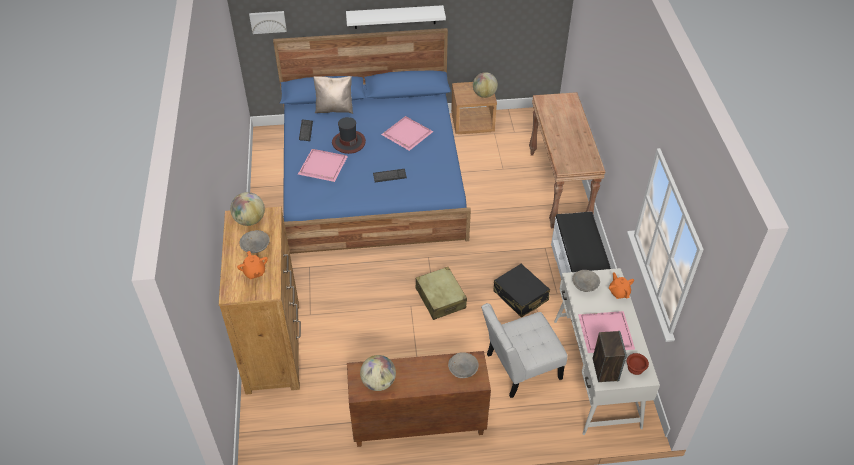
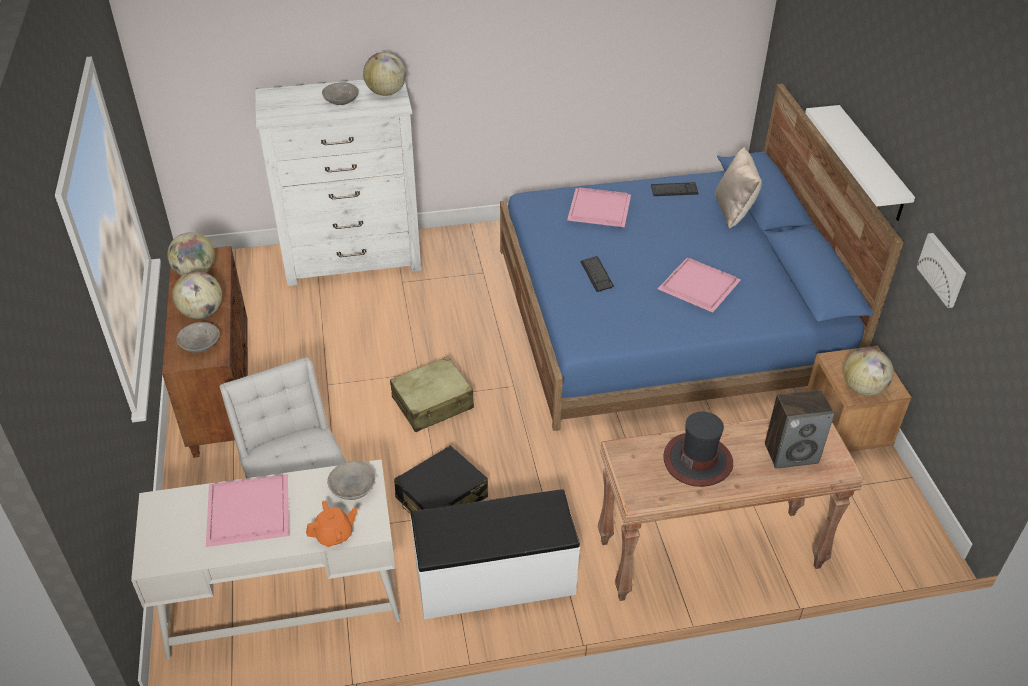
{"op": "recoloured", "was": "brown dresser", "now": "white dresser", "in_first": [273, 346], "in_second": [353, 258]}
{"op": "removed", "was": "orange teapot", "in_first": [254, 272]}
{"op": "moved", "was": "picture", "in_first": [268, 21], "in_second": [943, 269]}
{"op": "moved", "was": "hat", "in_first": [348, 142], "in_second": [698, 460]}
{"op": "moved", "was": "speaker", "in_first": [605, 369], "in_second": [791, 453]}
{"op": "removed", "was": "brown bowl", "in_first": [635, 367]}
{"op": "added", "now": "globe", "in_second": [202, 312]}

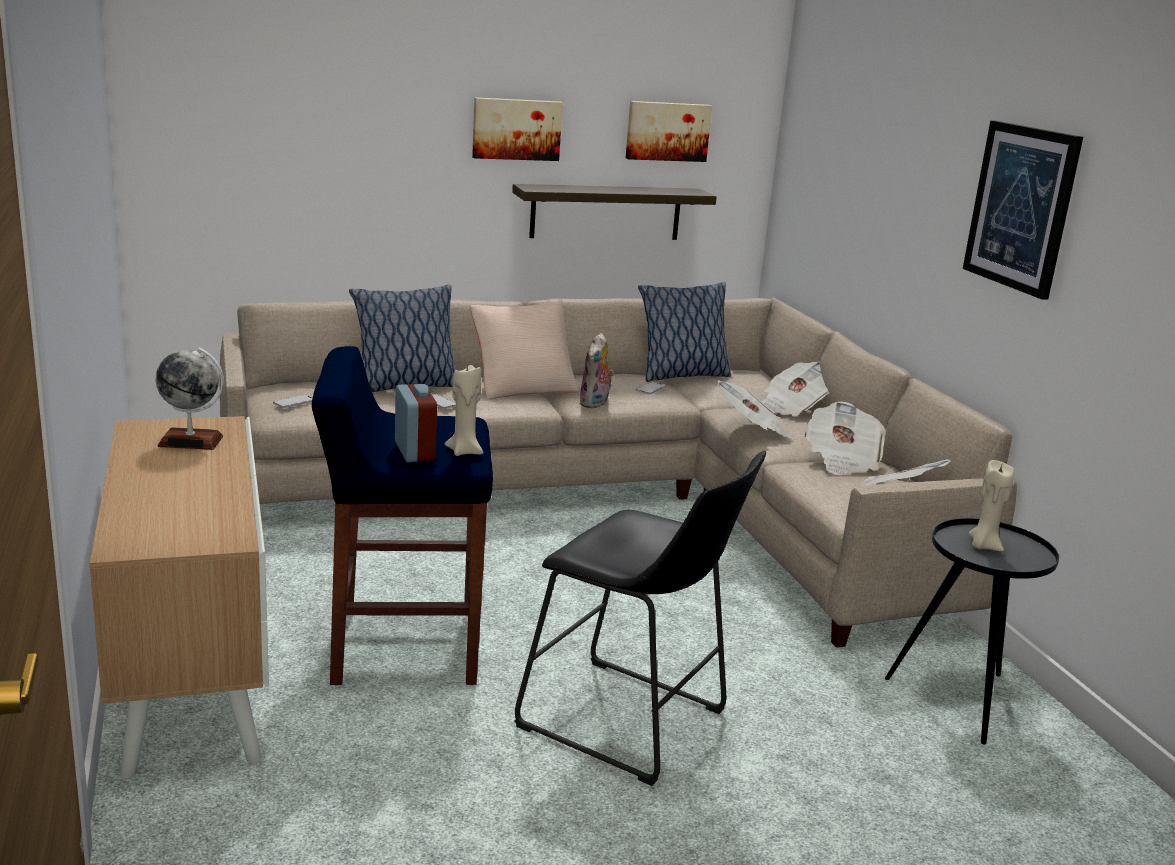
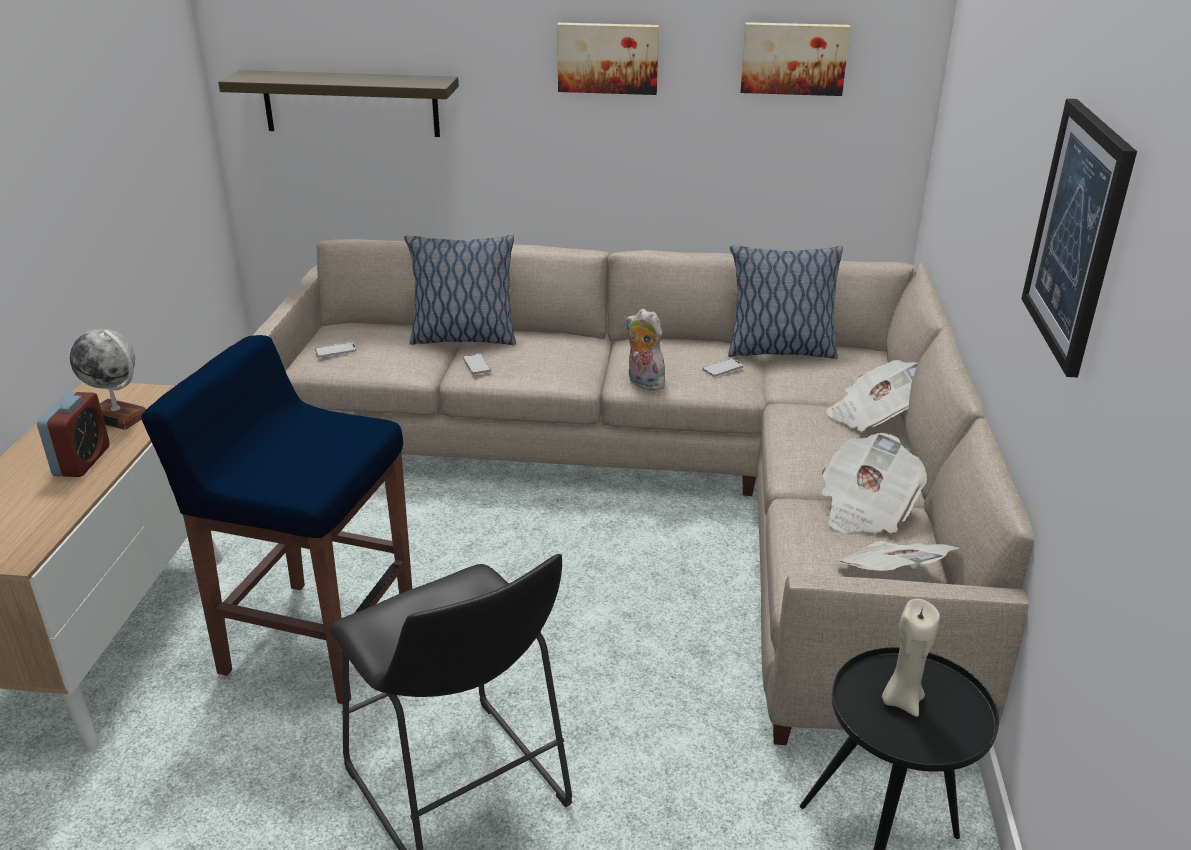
{"op": "moved", "was": "alarm clock", "in_first": [414, 452], "in_second": [82, 461]}
{"op": "removed", "was": "beige candle", "in_first": [464, 451]}
{"op": "removed", "was": "beige pillow", "in_first": [523, 387]}
{"op": "moved", "was": "shelf", "in_first": [606, 212], "in_second": [351, 103]}
{"op": "turned", "was": "plush toy", "in_first": [595, 404], "in_second": [643, 383], "clockwise": 90}
{"op": "removed", "was": "newspaper", "in_first": [752, 429]}

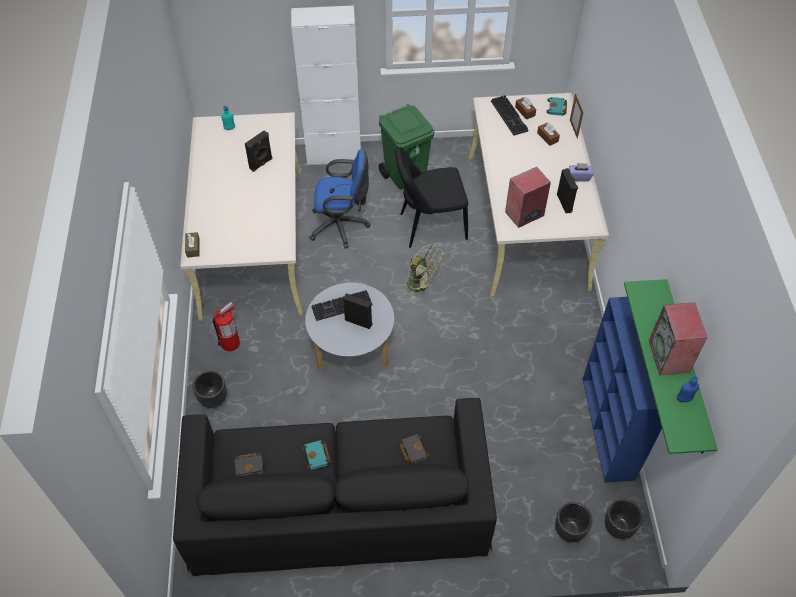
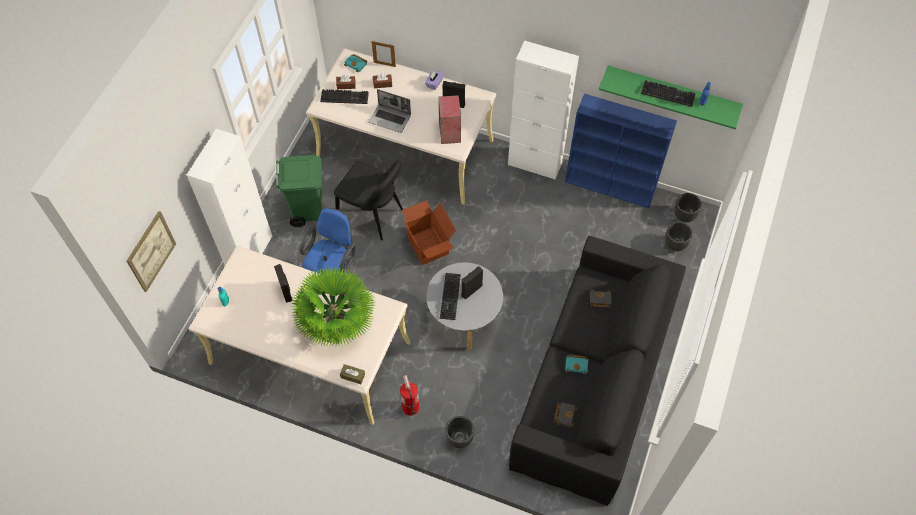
{"op": "turned", "was": "black chair", "in_first": [429, 226], "in_second": [373, 215], "clockwise": -75}
{"op": "replaced", "was": "green fan", "now": "cardboard box", "in_first": [422, 285], "in_second": [429, 245]}
{"op": "replaced", "was": "speaker", "now": "keyboard", "in_first": [669, 357], "in_second": [669, 94]}
{"op": "added", "now": "picture", "in_second": [151, 251]}
{"op": "added", "now": "potted plant", "in_second": [337, 324]}
{"op": "added", "now": "laptop", "in_second": [390, 119]}
{"op": "added", "now": "white cabinet", "in_second": [535, 164]}

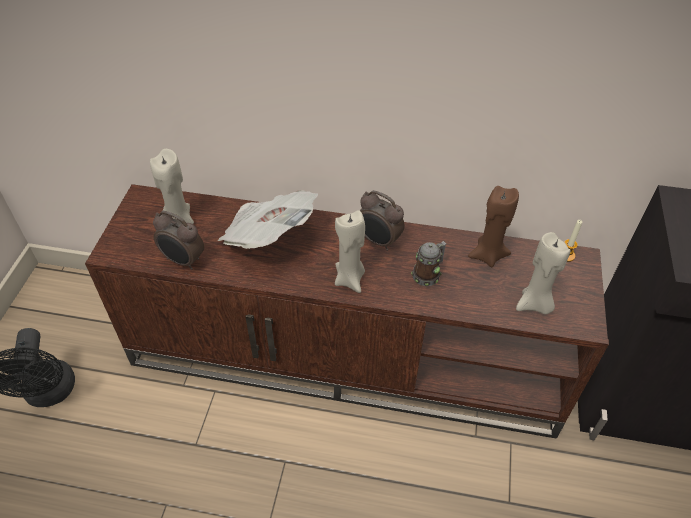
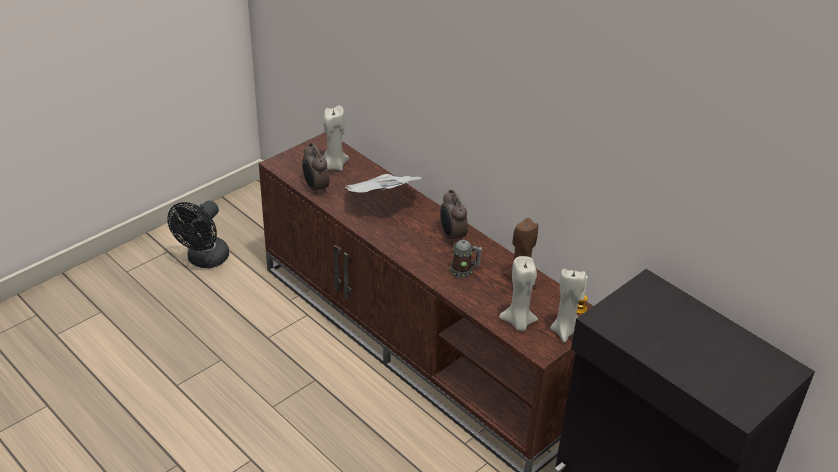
{"op": "moved", "was": "beige candle", "in_first": [350, 279], "in_second": [565, 331]}

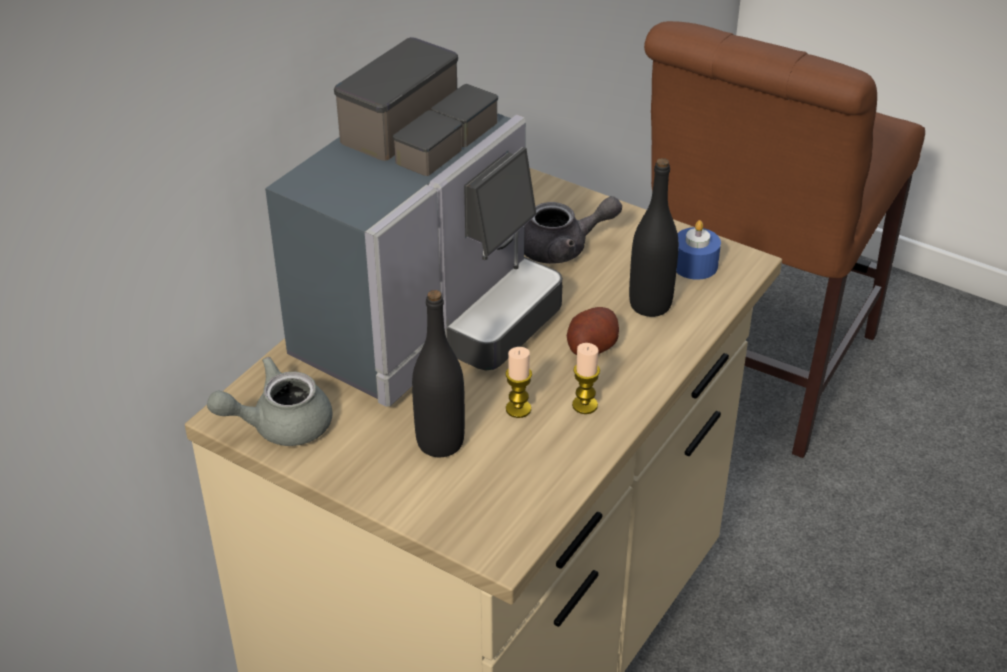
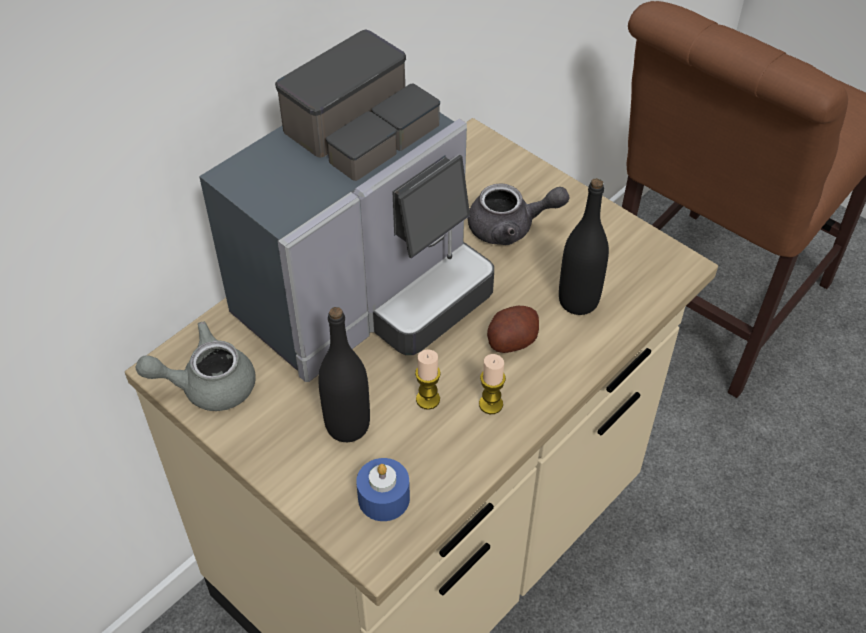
{"op": "moved", "was": "blue candle", "in_first": [694, 265], "in_second": [384, 498]}

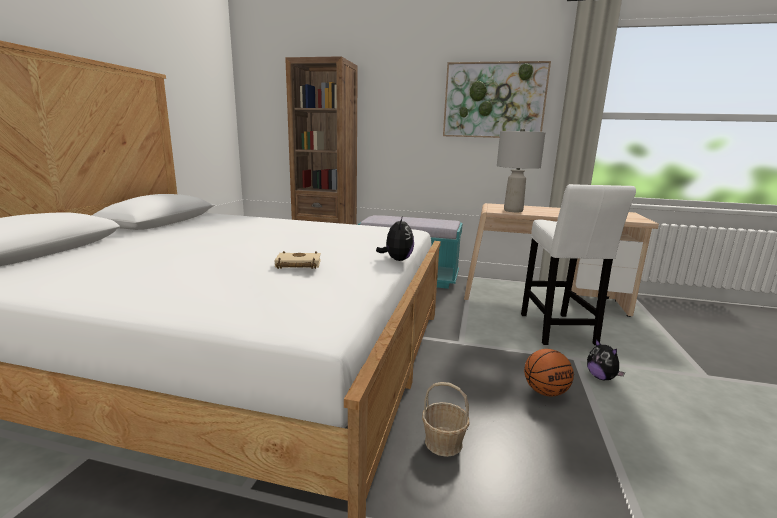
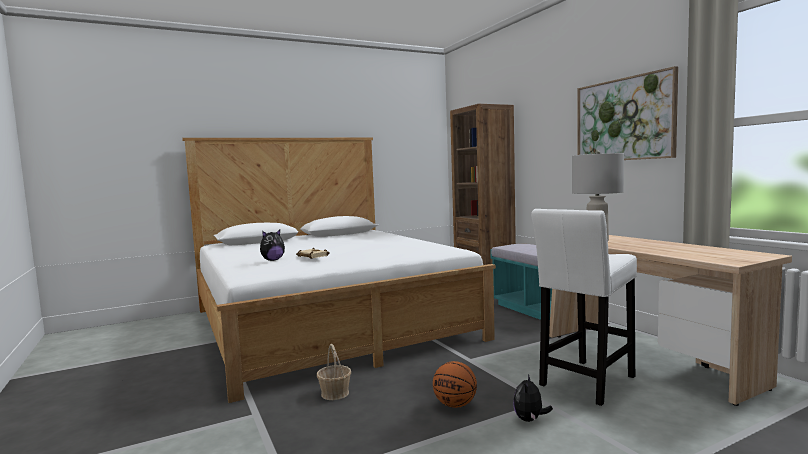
{"op": "moved", "was": "plush toy", "in_first": [397, 260], "in_second": [272, 260]}

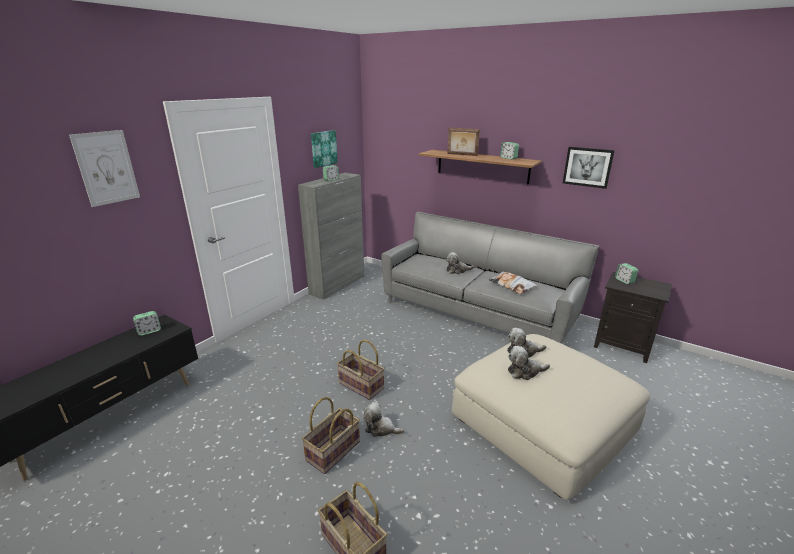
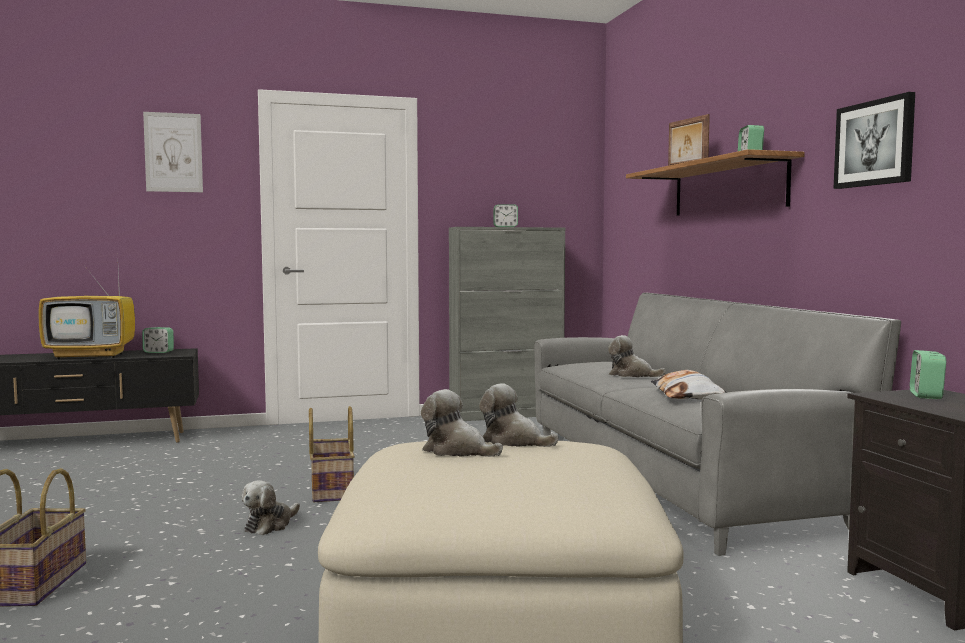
{"op": "removed", "was": "basket", "in_first": [333, 451]}
{"op": "removed", "was": "picture", "in_first": [323, 148]}
{"op": "turned", "was": "plush toy", "in_first": [380, 428], "in_second": [270, 525], "clockwise": -120}
{"op": "added", "now": "television", "in_second": [92, 356]}

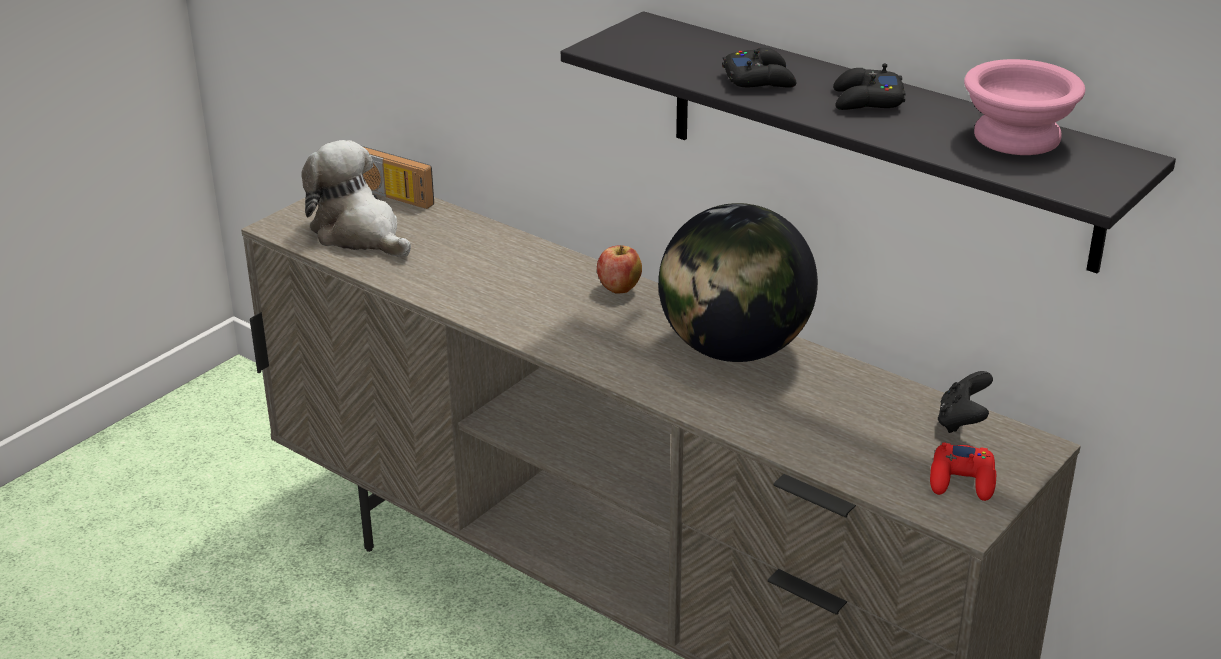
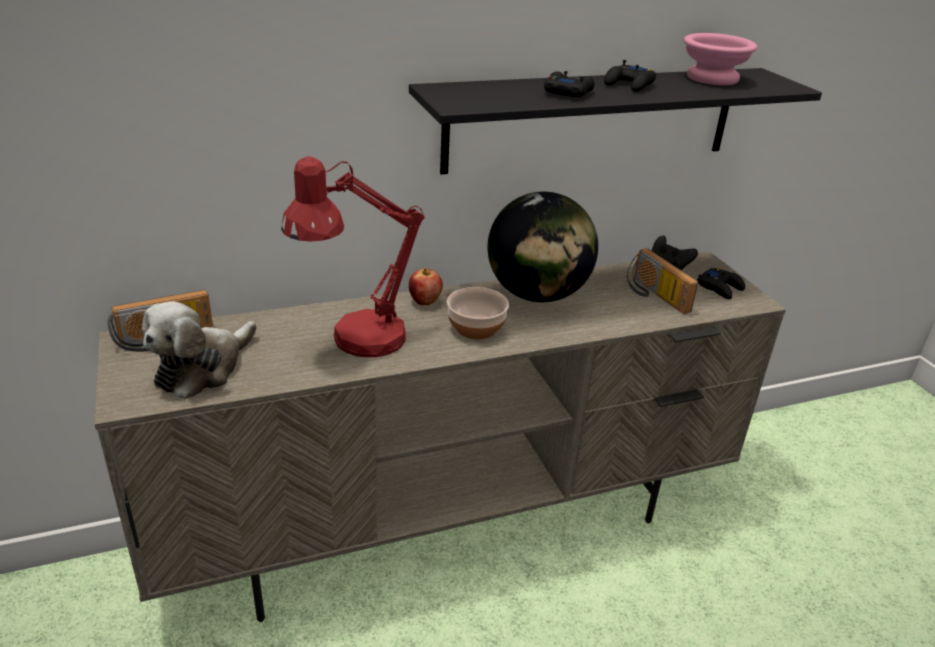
{"op": "turned", "was": "plush toy", "in_first": [359, 234], "in_second": [202, 368], "clockwise": -45}
{"op": "recoloured", "was": "red game controller", "now": "black game controller", "in_first": [962, 480], "in_second": [720, 288]}
{"op": "added", "now": "red table lamp", "in_second": [355, 342]}
{"op": "added", "now": "bowl", "in_second": [476, 328]}
{"op": "added", "now": "radio", "in_second": [653, 295]}

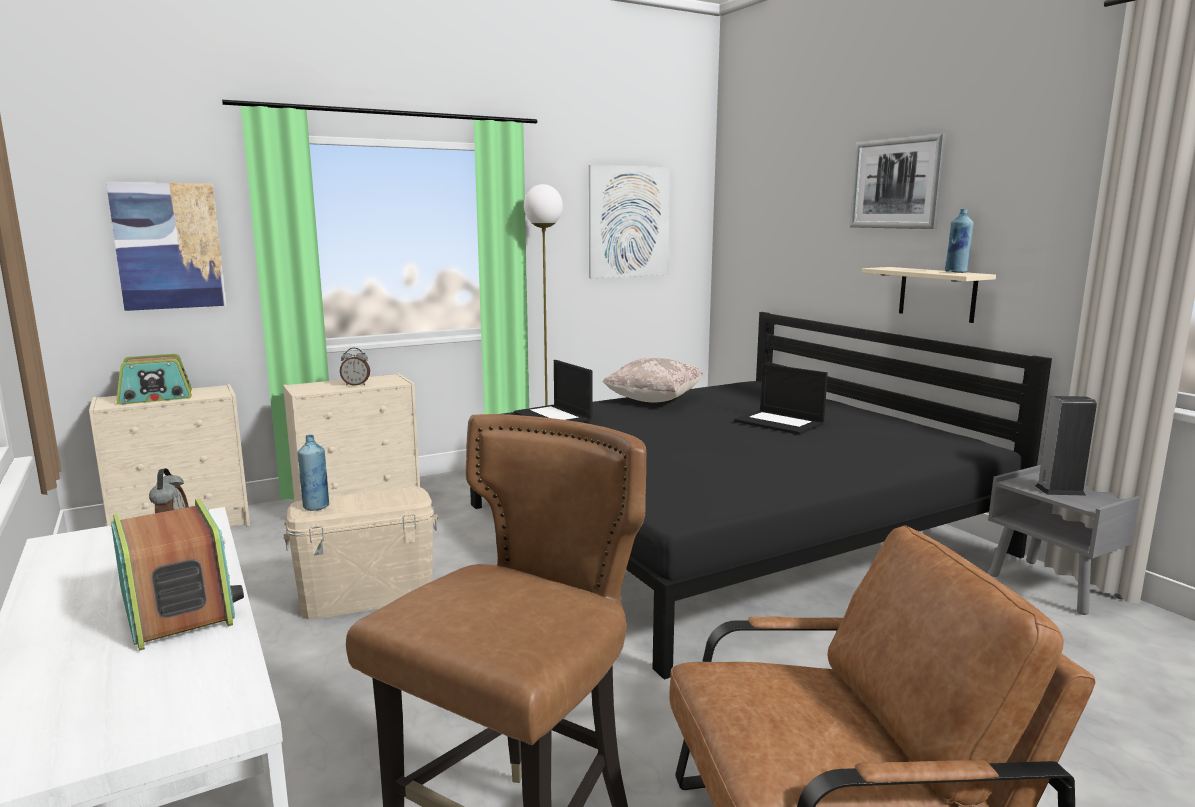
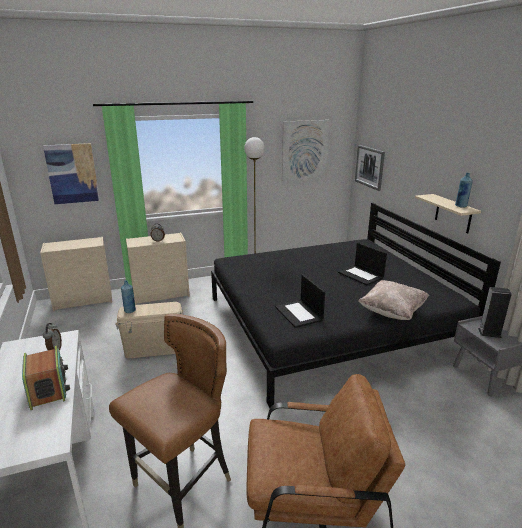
{"op": "removed", "was": "radio", "in_first": [156, 398]}
{"op": "moved", "was": "laptop", "in_first": [554, 417], "in_second": [299, 314]}
{"op": "moved", "was": "beige pillow", "in_first": [654, 400], "in_second": [392, 312]}
{"op": "moved", "was": "picture", "in_first": [896, 183], "in_second": [369, 167]}

